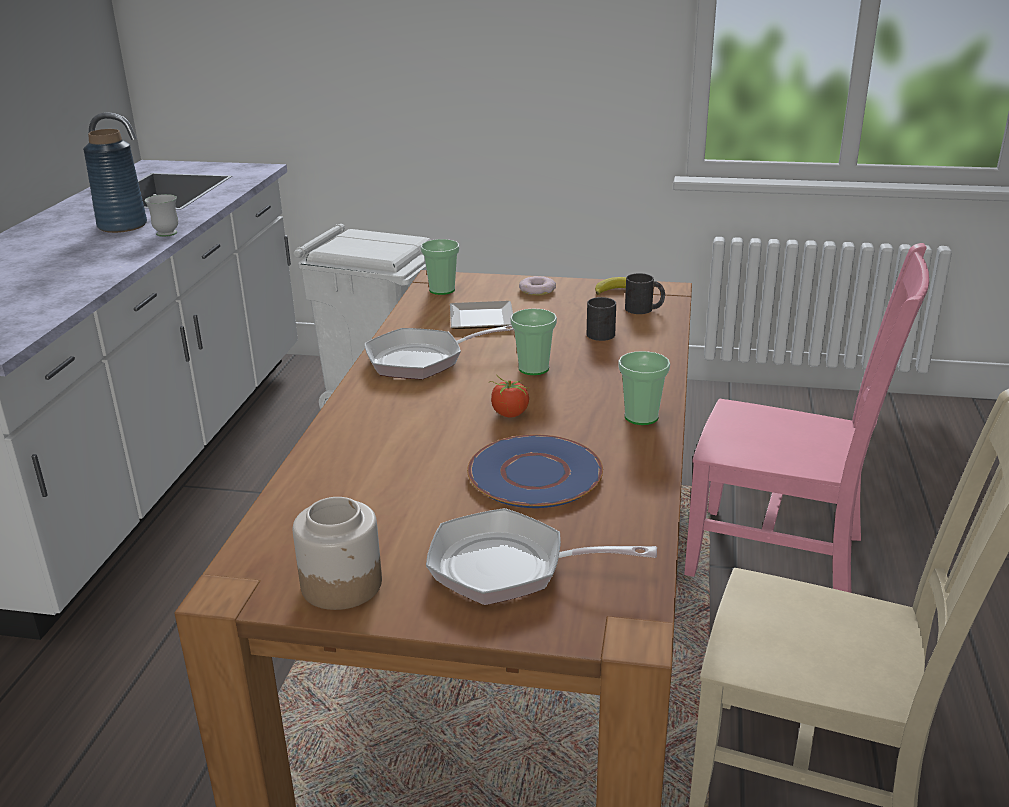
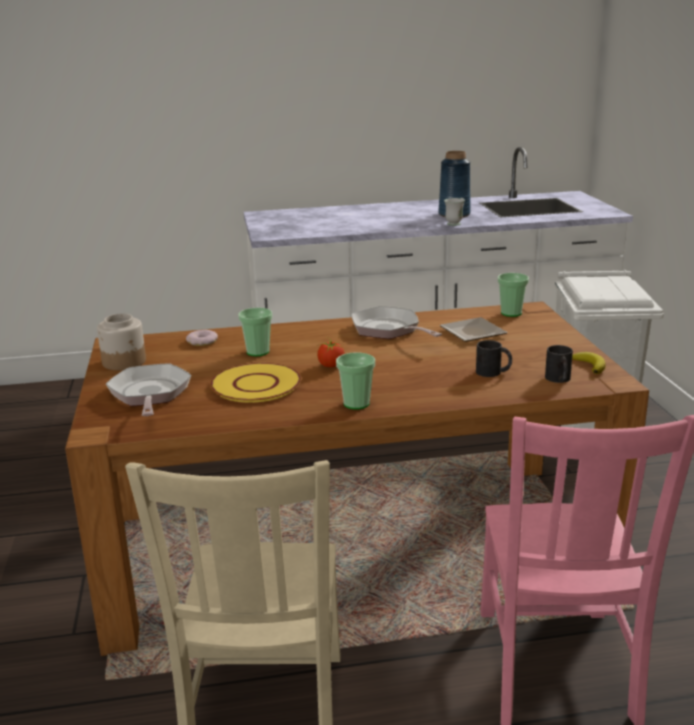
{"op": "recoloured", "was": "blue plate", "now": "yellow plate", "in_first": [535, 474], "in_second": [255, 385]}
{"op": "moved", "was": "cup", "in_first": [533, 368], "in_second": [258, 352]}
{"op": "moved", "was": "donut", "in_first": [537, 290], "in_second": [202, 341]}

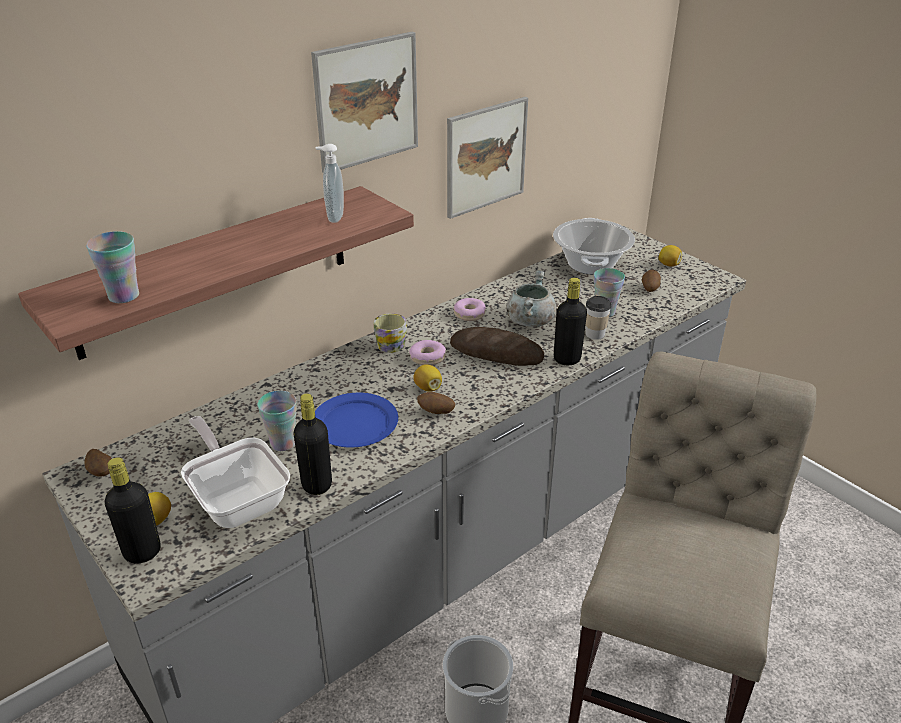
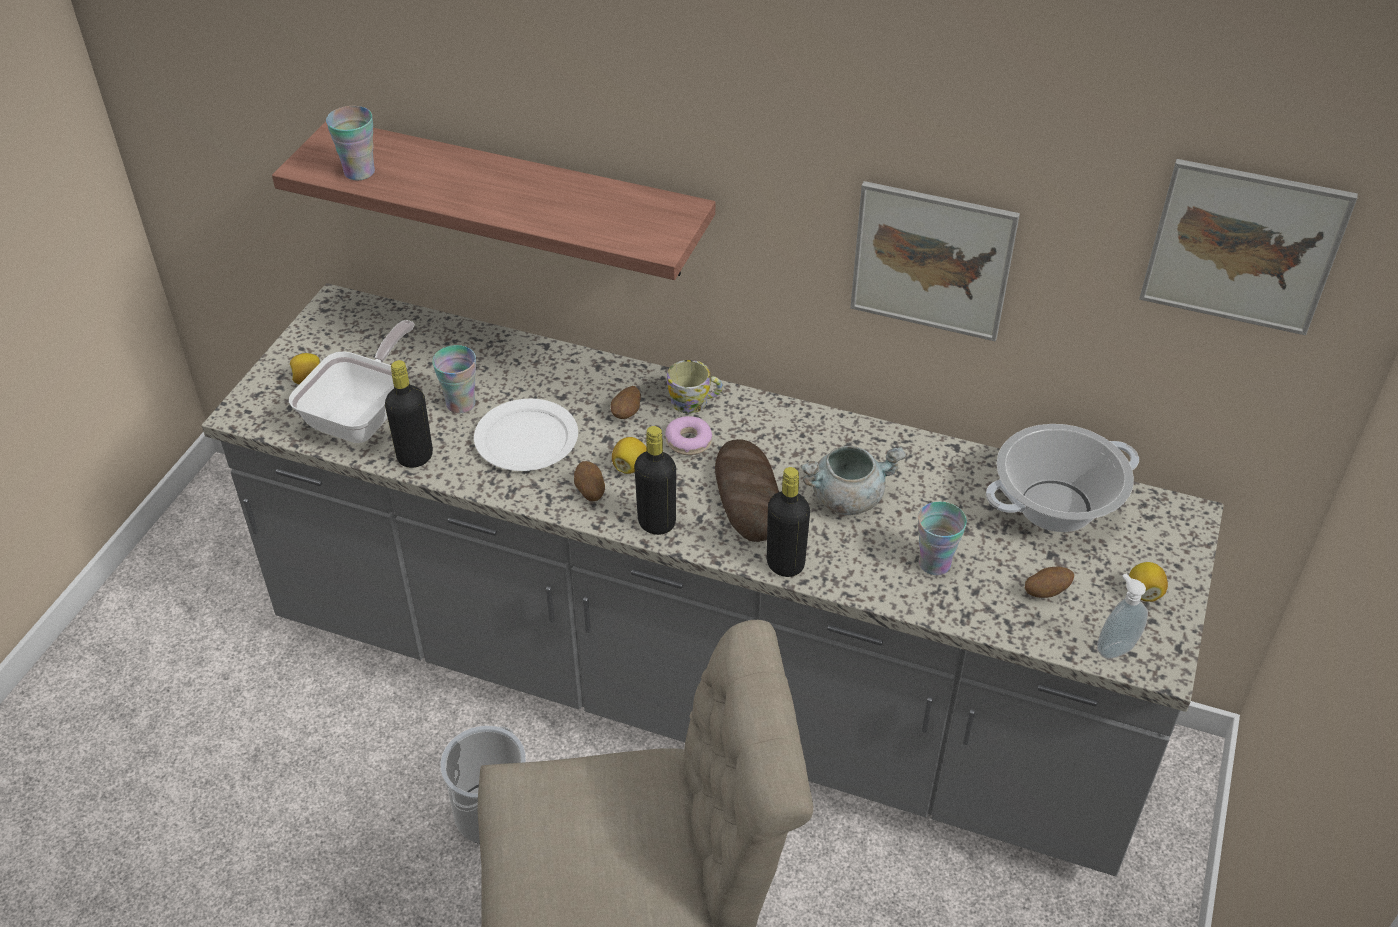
{"op": "moved", "was": "potato", "in_first": [102, 473], "in_second": [627, 413]}
{"op": "moved", "was": "black bottle", "in_first": [142, 552], "in_second": [656, 523]}
{"op": "moved", "was": "picture", "in_first": [366, 102], "in_second": [1243, 246]}
{"op": "recoloured", "was": "blue plate", "now": "white plate", "in_first": [354, 423], "in_second": [527, 438]}
{"op": "moved", "was": "soap dispenser", "in_first": [333, 217], "in_second": [1114, 648]}
{"op": "removed", "was": "donut", "in_first": [469, 314]}
{"op": "removed", "was": "cup", "in_first": [595, 334]}

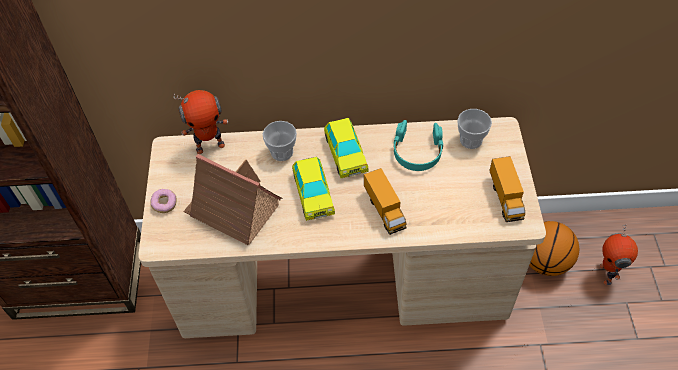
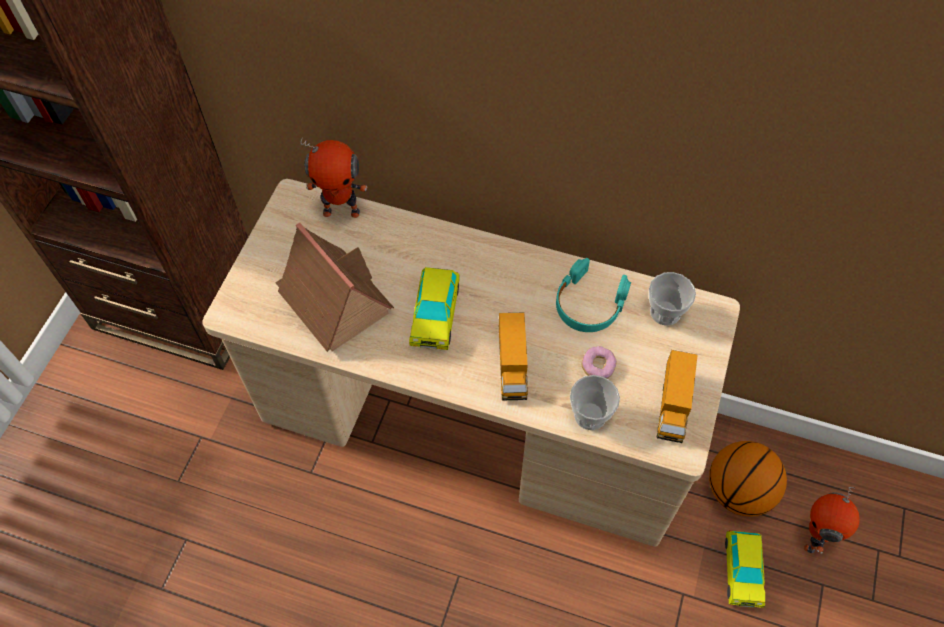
{"op": "moved", "was": "donut", "in_first": [164, 204], "in_second": [598, 367]}
{"op": "moved", "was": "cup", "in_first": [282, 152], "in_second": [590, 415]}
{"op": "moved", "was": "toy car", "in_first": [346, 154], "in_second": [742, 571]}

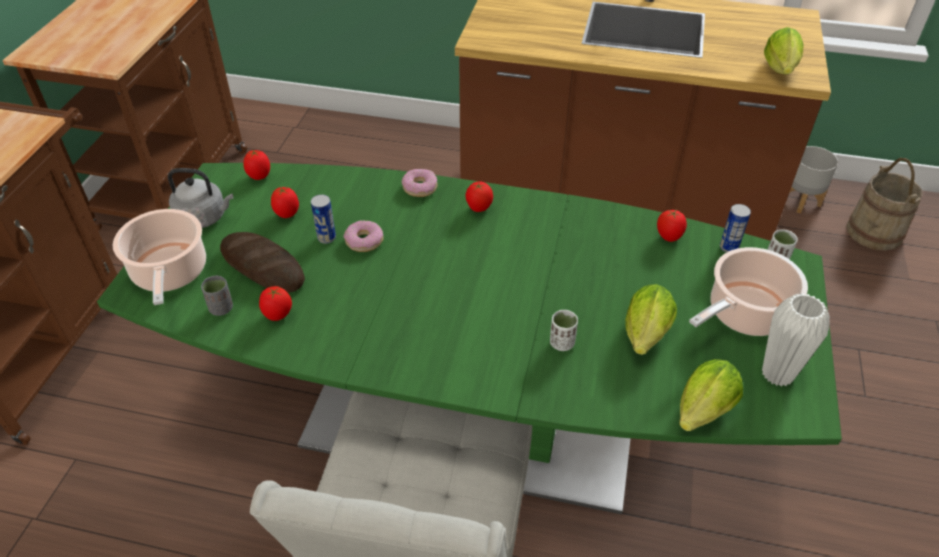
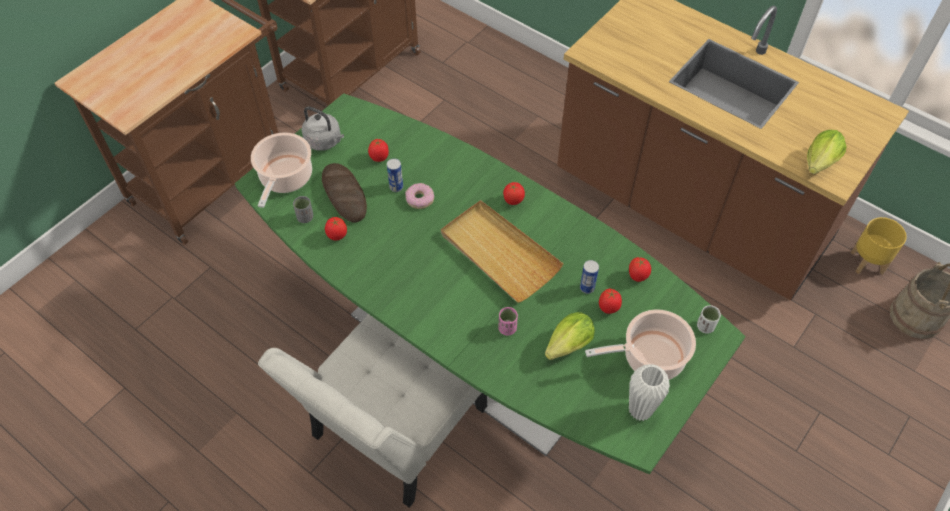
{"op": "moved", "was": "tomato", "in_first": [259, 177], "in_second": [608, 308]}
{"op": "removed", "was": "donut", "in_first": [420, 187]}
{"op": "recoloured", "was": "white cup", "now": "pink cup", "in_first": [562, 343], "in_second": [507, 328]}
{"op": "removed", "was": "lettuce", "in_first": [701, 414]}
{"op": "moved", "was": "can", "in_first": [729, 247], "in_second": [587, 288]}
{"op": "recoloured", "was": "grey planter", "now": "yellow planter", "in_first": [801, 201], "in_second": [868, 262]}
{"op": "added", "now": "beige tray", "in_second": [499, 253]}

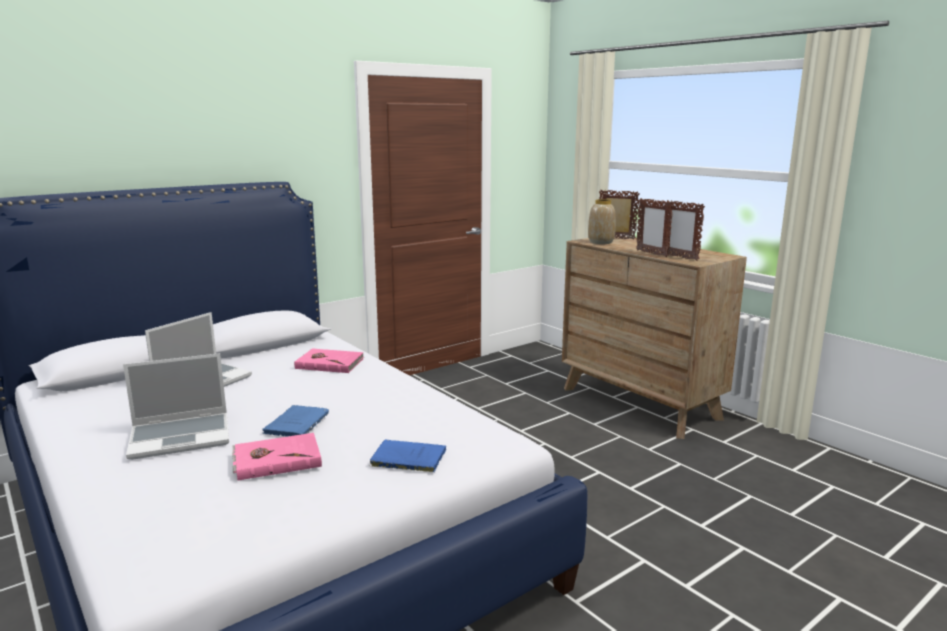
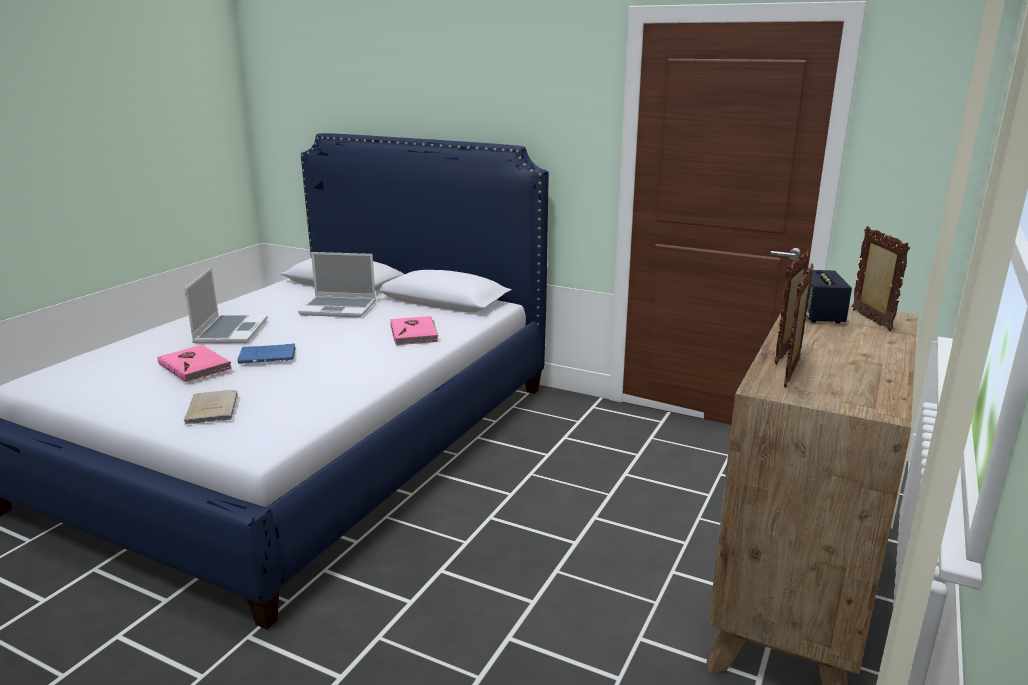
{"op": "turned", "was": "laptop", "in_first": [182, 436], "in_second": [230, 331], "clockwise": -135}
{"op": "recoloured", "was": "blue book", "now": "beige book", "in_first": [406, 458], "in_second": [212, 409]}
{"op": "replaced", "was": "vase", "now": "speaker", "in_first": [601, 242], "in_second": [819, 315]}

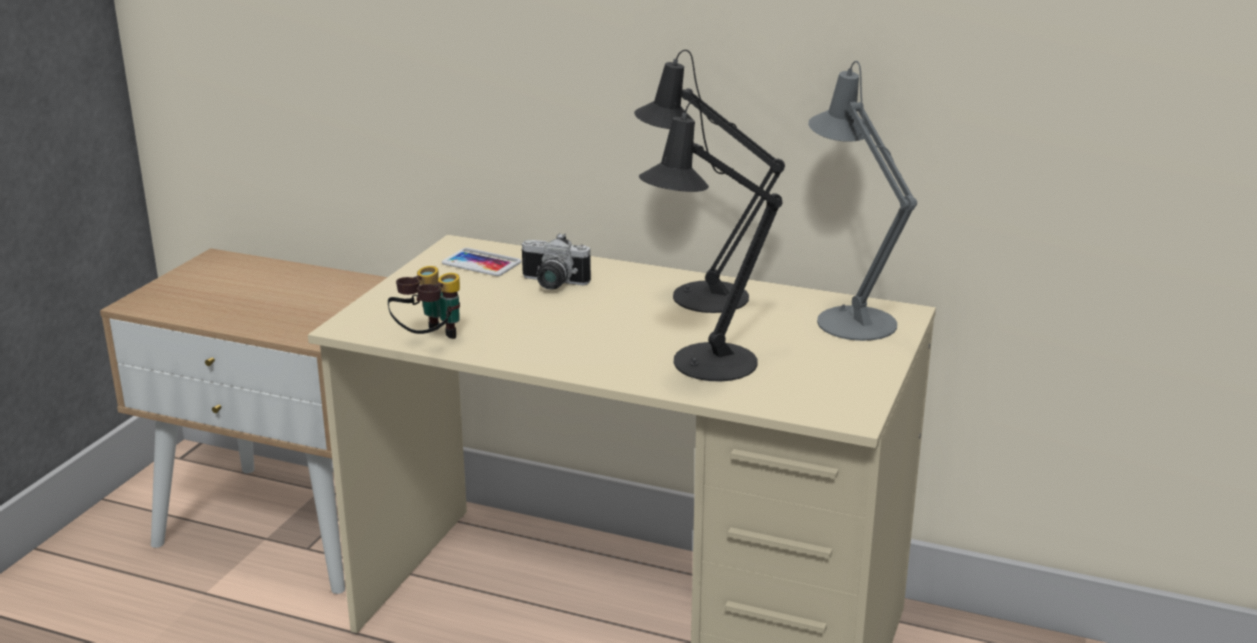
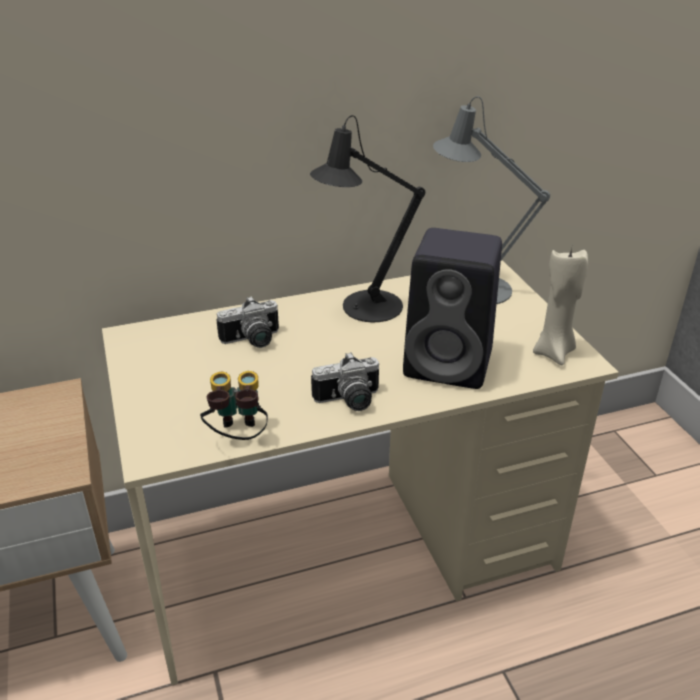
{"op": "removed", "was": "phone", "in_first": [481, 263]}
{"op": "replaced", "was": "black table lamp", "now": "black speaker", "in_first": [704, 365], "in_second": [451, 364]}
{"op": "added", "now": "photo camera", "in_second": [349, 401]}
{"op": "added", "now": "beige candle", "in_second": [554, 352]}

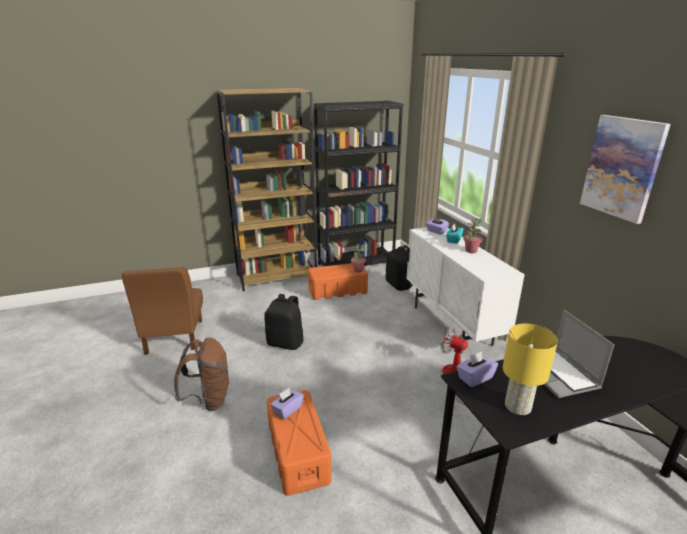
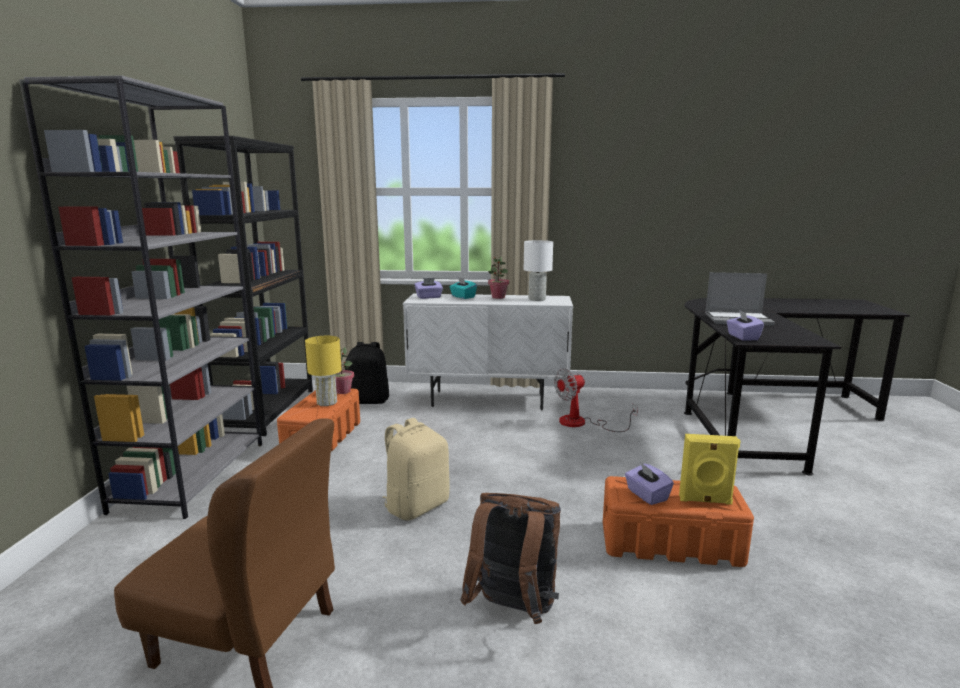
{"op": "recoloured", "was": "brown bookcase", "now": "grey bookcase", "in_first": [277, 276], "in_second": [192, 475]}
{"op": "recoloured", "was": "black backpack", "now": "beige backpack", "in_first": [286, 343], "in_second": [416, 506]}
{"op": "moved", "was": "yellow table lamp", "in_first": [517, 406], "in_second": [326, 402]}
{"op": "removed", "was": "picture", "in_first": [622, 167]}
{"op": "added", "now": "white table lamp", "in_second": [536, 299]}
{"op": "added", "now": "yellow speaker", "in_second": [705, 500]}

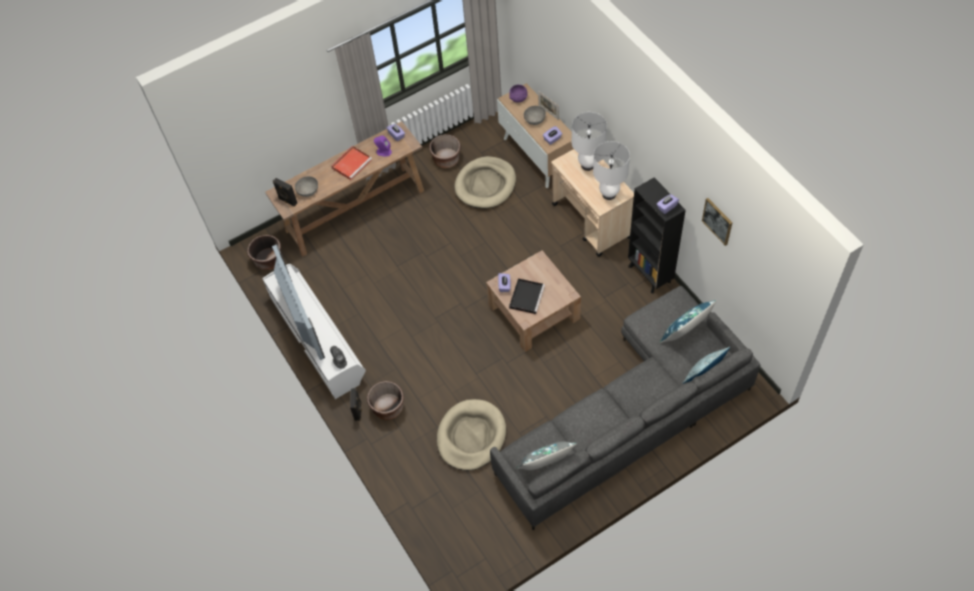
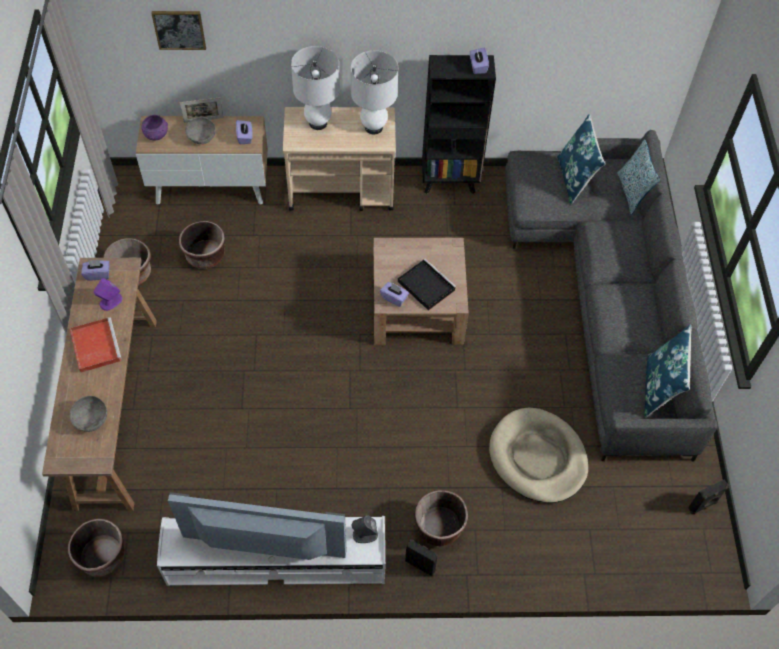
{"op": "moved", "was": "black speaker", "in_first": [287, 201], "in_second": [702, 506]}
{"op": "replaced", "was": "beige dog bed", "now": "brown planter", "in_first": [485, 185], "in_second": [205, 256]}
{"op": "recoloured", "was": "grey pillow", "now": "blue pillow", "in_first": [546, 466], "in_second": [659, 387]}
{"op": "moved", "was": "picture", "in_first": [717, 221], "in_second": [179, 29]}

